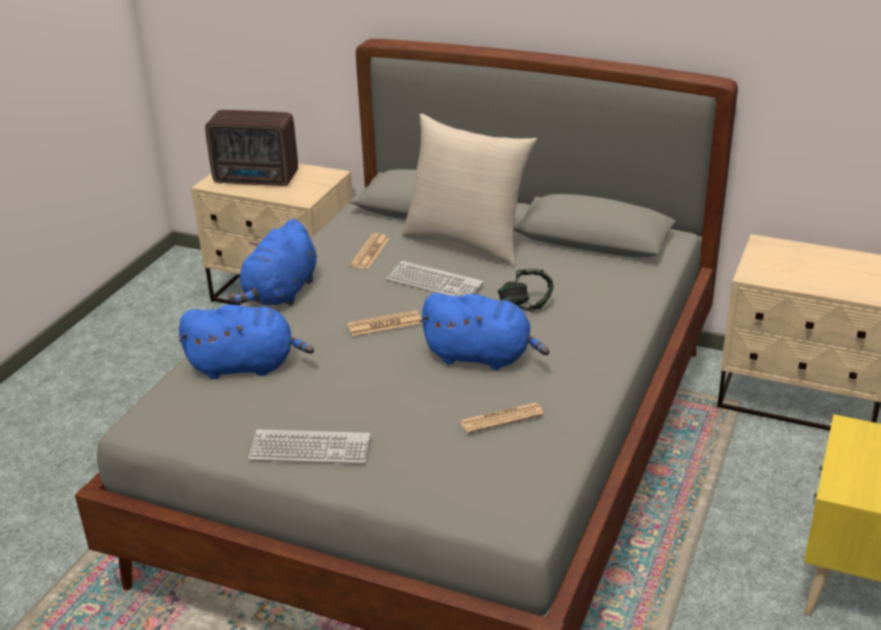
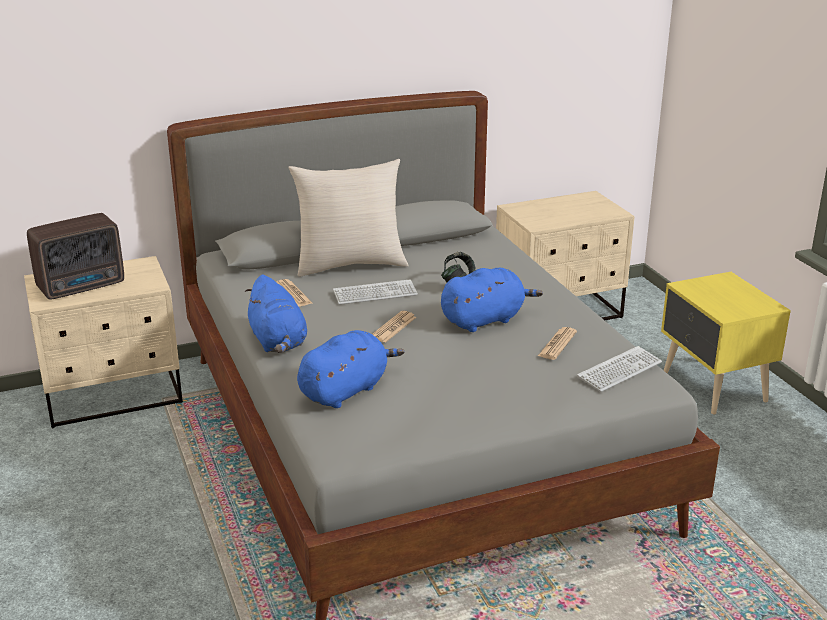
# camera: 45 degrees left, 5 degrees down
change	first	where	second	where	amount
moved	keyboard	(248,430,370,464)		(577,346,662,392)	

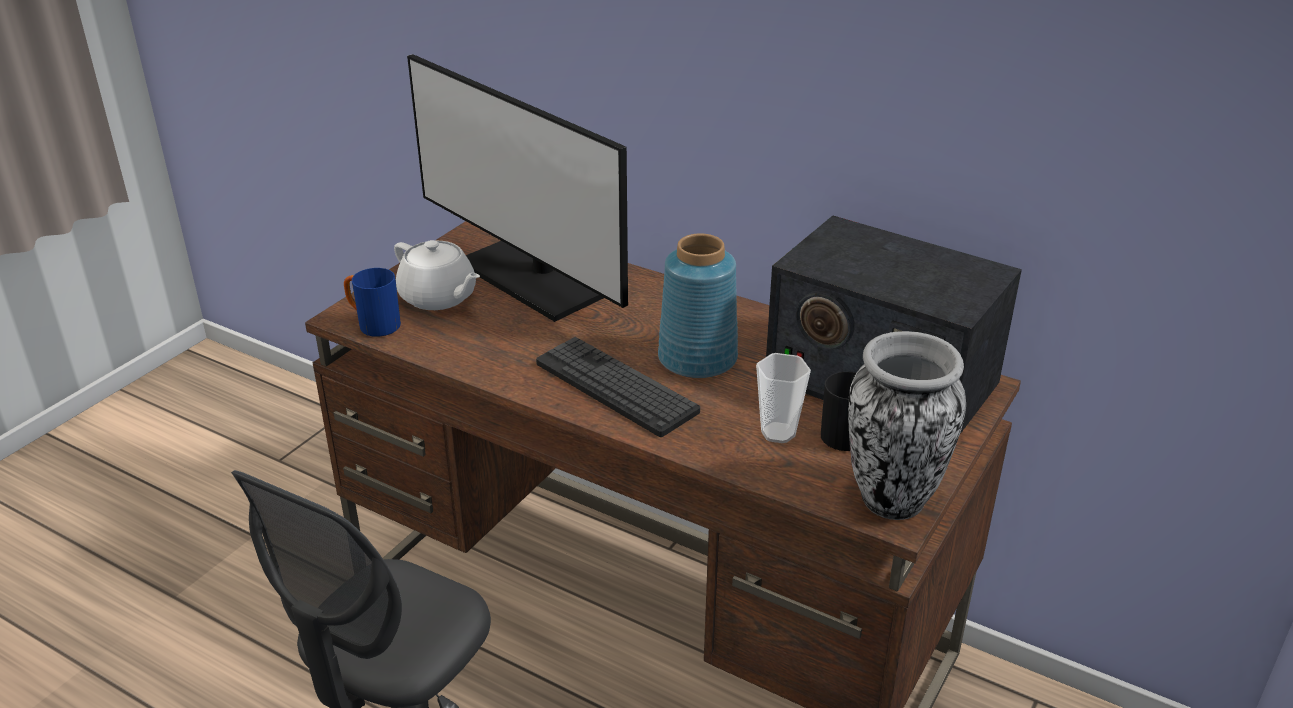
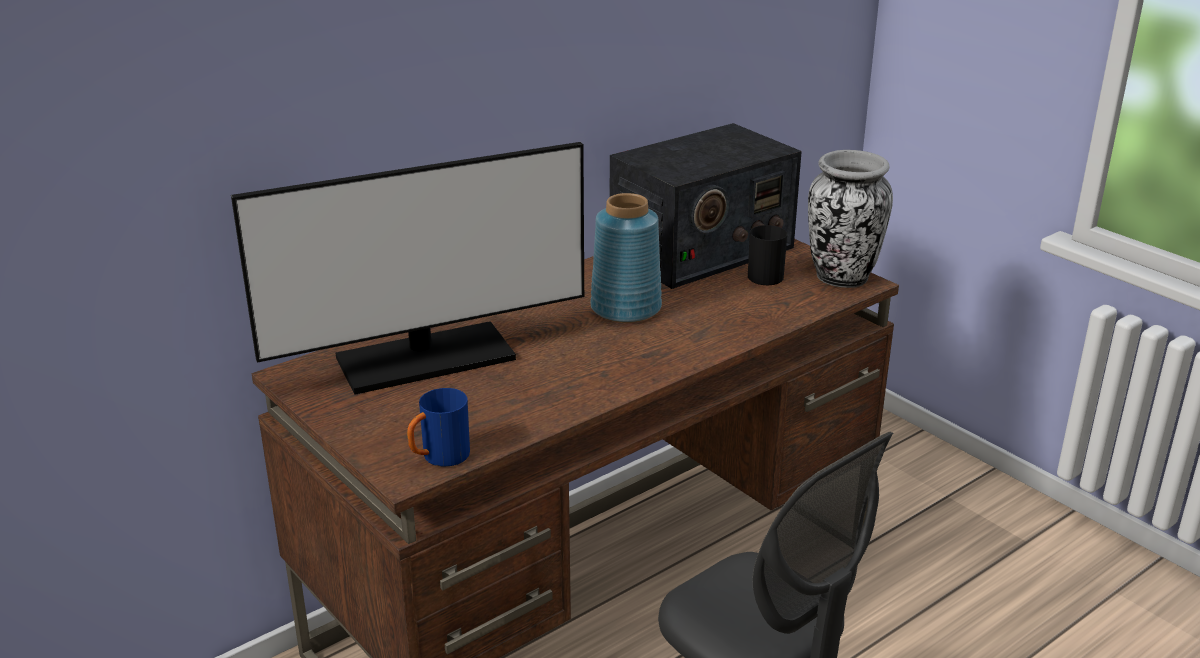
# camera: 70 degrees left, 5 degrees down
change	first	where	second	where	amount
removed	white pot for tea	(394,240,480,310)			
removed	keyboard	(536,337,700,437)			
removed	drinking cup	(756,353,811,443)			

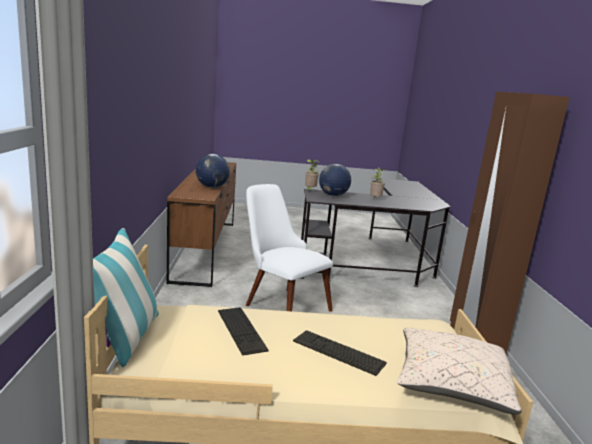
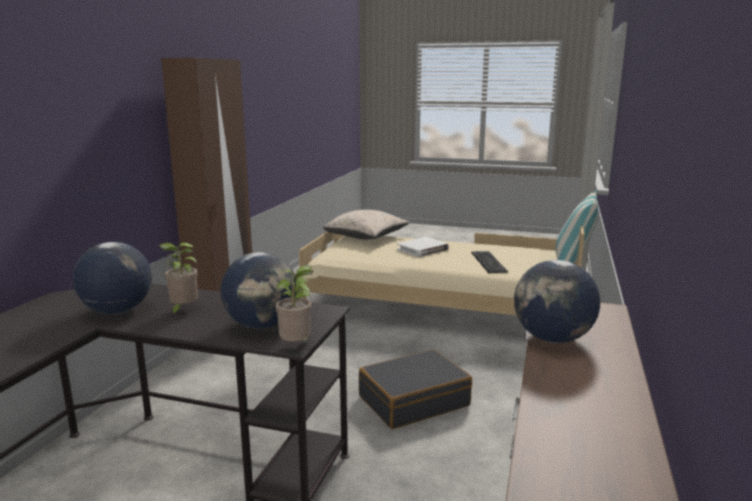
# camera: 160 degrees left, 0 degrees up
change	first	where	second	where	amount
added			desk globe	(73,242,152,314)	
replaced	white chair	(246,184,333,312)	blackish travel case	(359,349,472,429)	
replaced	keyboard	(293,330,387,376)	white book	(397,237,449,257)	

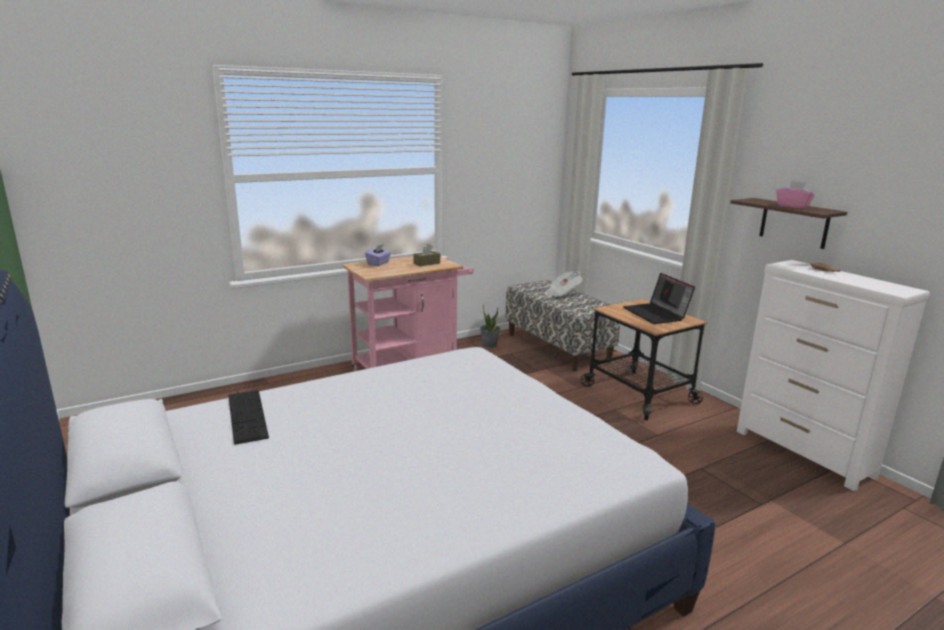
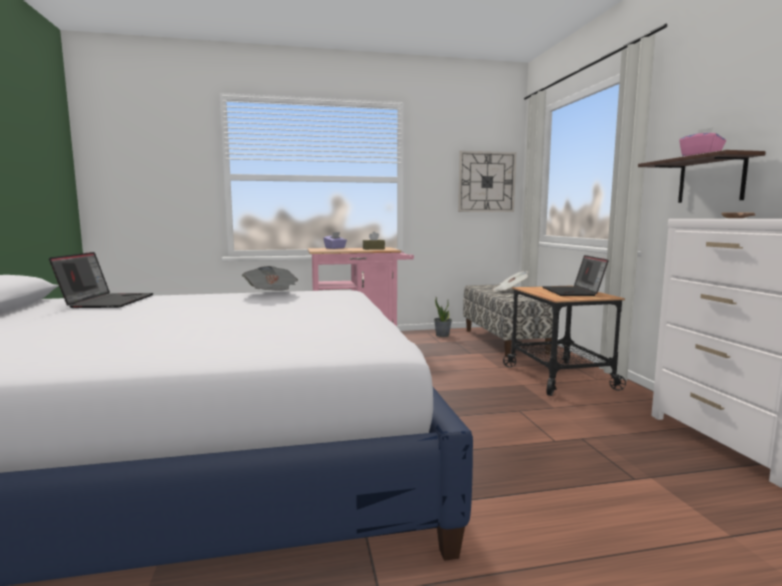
# camera: 20 degrees right, 10 degrees down
change	first	where	second	where	amount
replaced	keyboard	(228,390,269,445)	notebook computer	(49,252,153,308)	
added			printed paper	(242,266,298,291)	
added			wall clock	(458,151,516,212)	

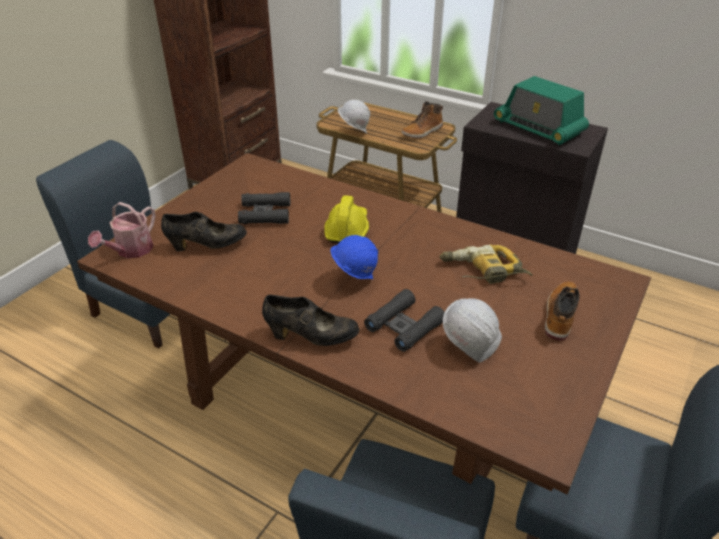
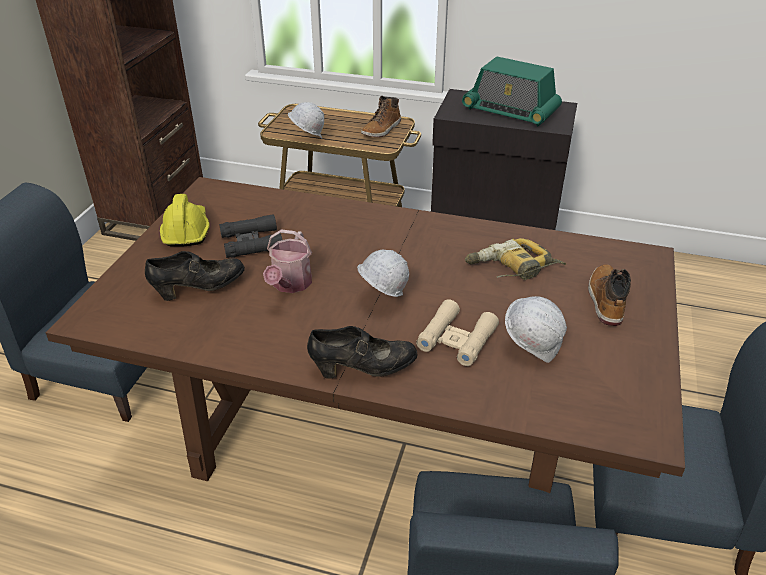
# camera: 15 degrees left, 0 degrees up
change	first	where	second	where	amount
moved	yellow work helmet	(324,196,369,243)		(160,194,210,247)	
moved	sprinkling can	(88,202,156,258)		(263,229,312,293)	
recoloured	blue work helmet	(330,235,378,279)	white work helmet	(357,250,409,297)	
recoloured	blackish pair of binoculars	(364,289,445,352)	sand-coloured pair of binoculars	(416,299,499,366)	

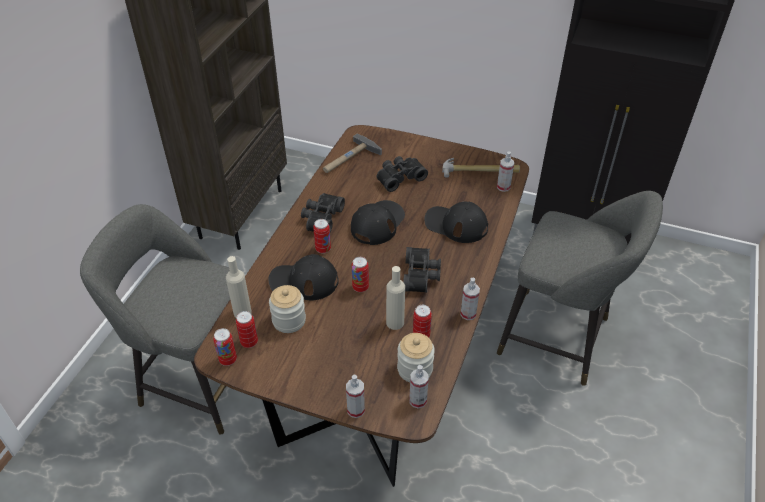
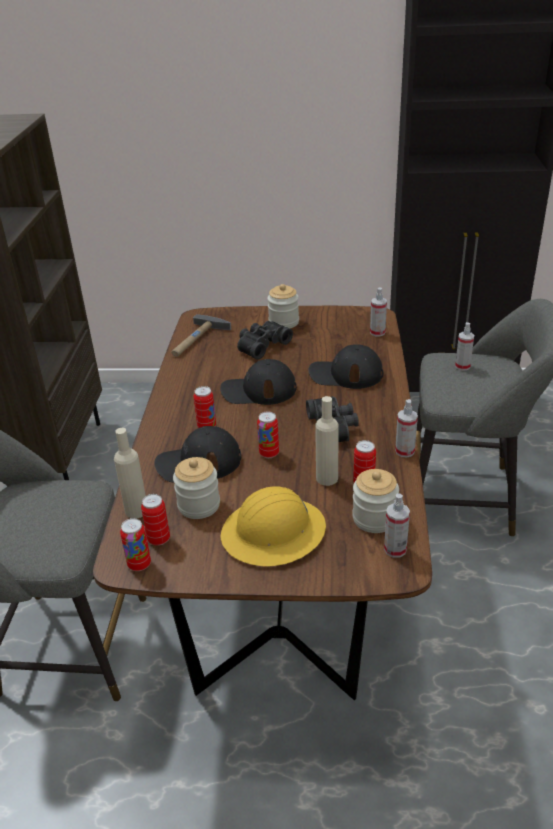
# camera: 15 degrees left, 10 degrees down
change	first	where	second	where	amount
turned	blackish cap	(351,200,405,245)		(220,359,297,405)	105 degrees counterclockwise
added			yellow work helmet	(220,486,326,567)	
added			jar	(267,284,299,328)	
moved	sprayer	(346,374,365,418)		(455,322,474,370)	
removed	blackish pair of binoculars	(301,193,345,233)			
removed	tool hammer	(442,158,520,178)			

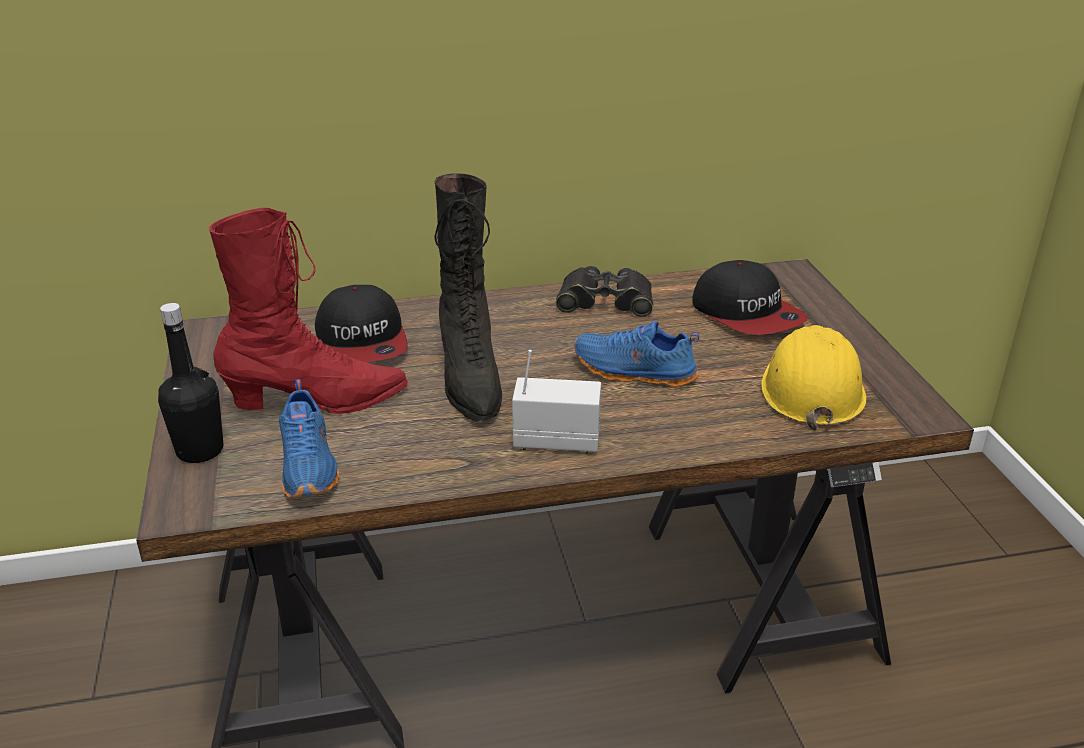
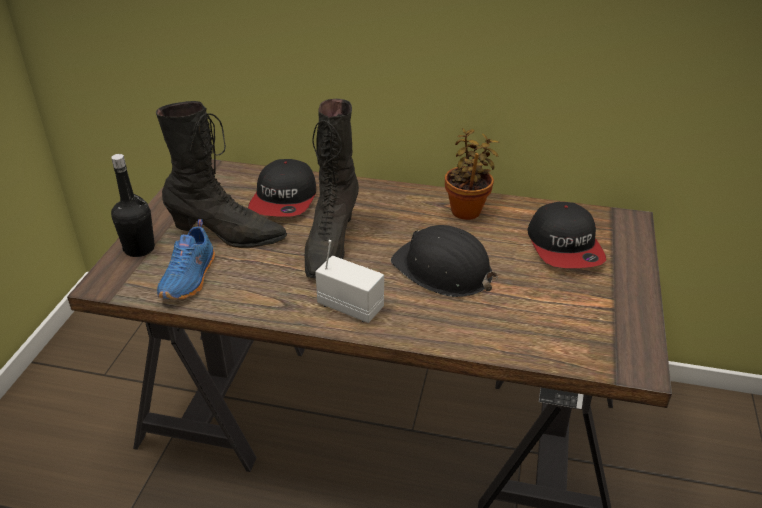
# camera: 25 degrees right, 5 degrees up
change	first	where	second	where	amount
recoloured	reddish tall boot	(209,208,408,414)	blackish tall boot	(156,101,287,248)	
replaced	blue item of footwear	(575,321,699,388)	blackish work helmet	(391,225,498,297)	
replaced	blackish pair of binoculars	(556,266,653,317)	plant in a pot	(445,128,499,220)	
removed	yellow work helmet	(761,325,866,430)			

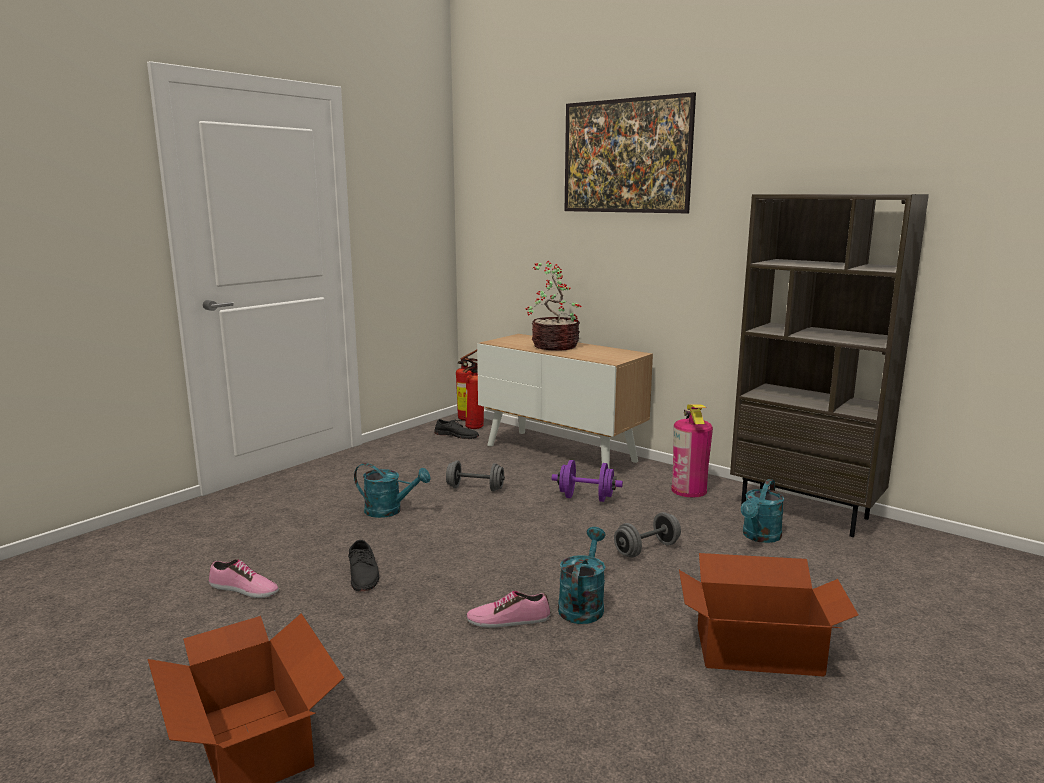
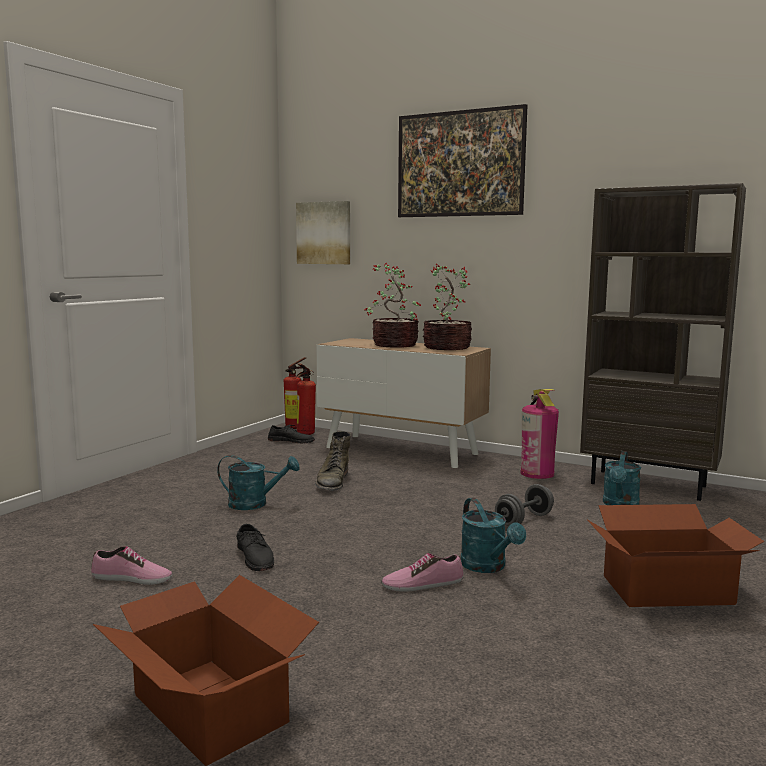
# camera: 10 degrees left, 5 degrees down
change	first	where	second	where	amount
added			picture	(296,201,350,264)	
replaced	greyish free weight	(446,460,505,491)	greenish tall boot	(315,431,351,491)	
added			plant in a pot	(422,263,472,350)	
turned	blue-green sprinkling can	(558,527,606,624)		(461,498,526,573)	150 degrees clockwise
removed	purplish free weight	(552,460,623,502)			

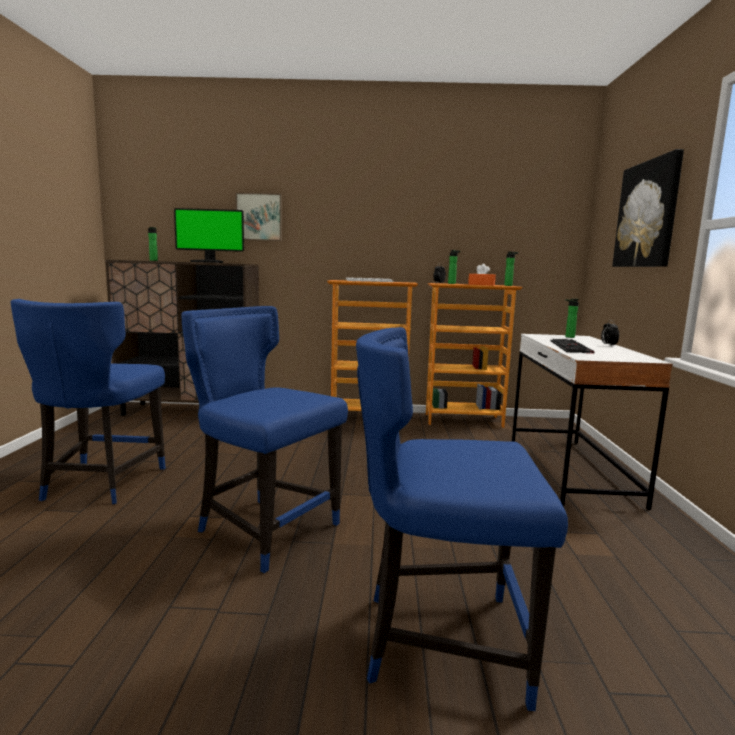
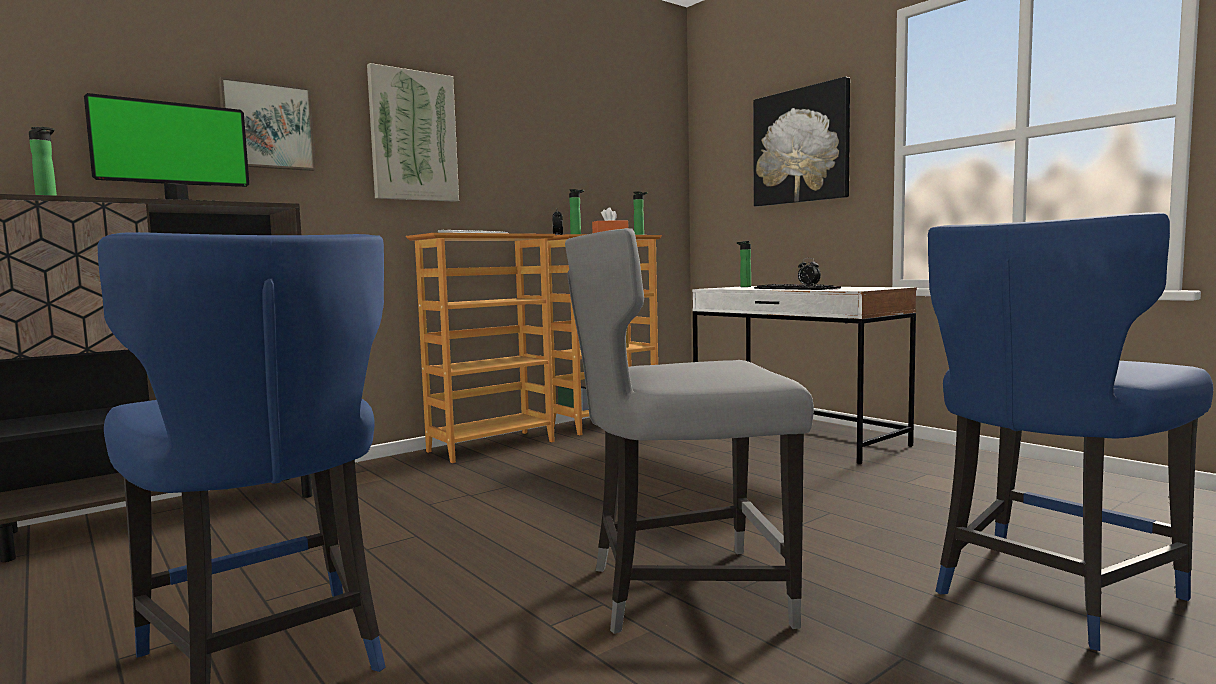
# camera: 40 degrees left, 5 degrees down
change	first	where	second	where	amount
added			picture	(367,63,459,202)	
recoloured	blue chair	(181,306,348,573)	greyish chair	(565,228,814,634)	

